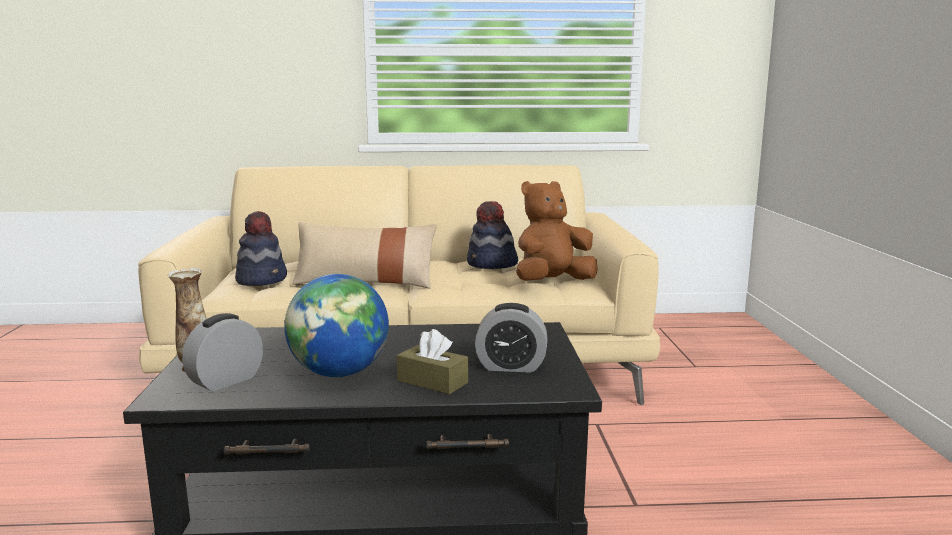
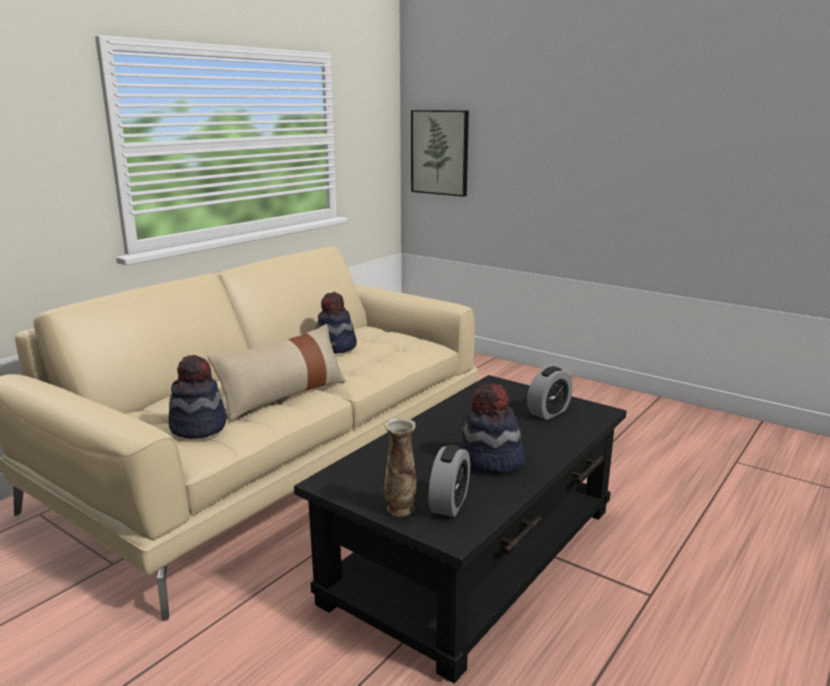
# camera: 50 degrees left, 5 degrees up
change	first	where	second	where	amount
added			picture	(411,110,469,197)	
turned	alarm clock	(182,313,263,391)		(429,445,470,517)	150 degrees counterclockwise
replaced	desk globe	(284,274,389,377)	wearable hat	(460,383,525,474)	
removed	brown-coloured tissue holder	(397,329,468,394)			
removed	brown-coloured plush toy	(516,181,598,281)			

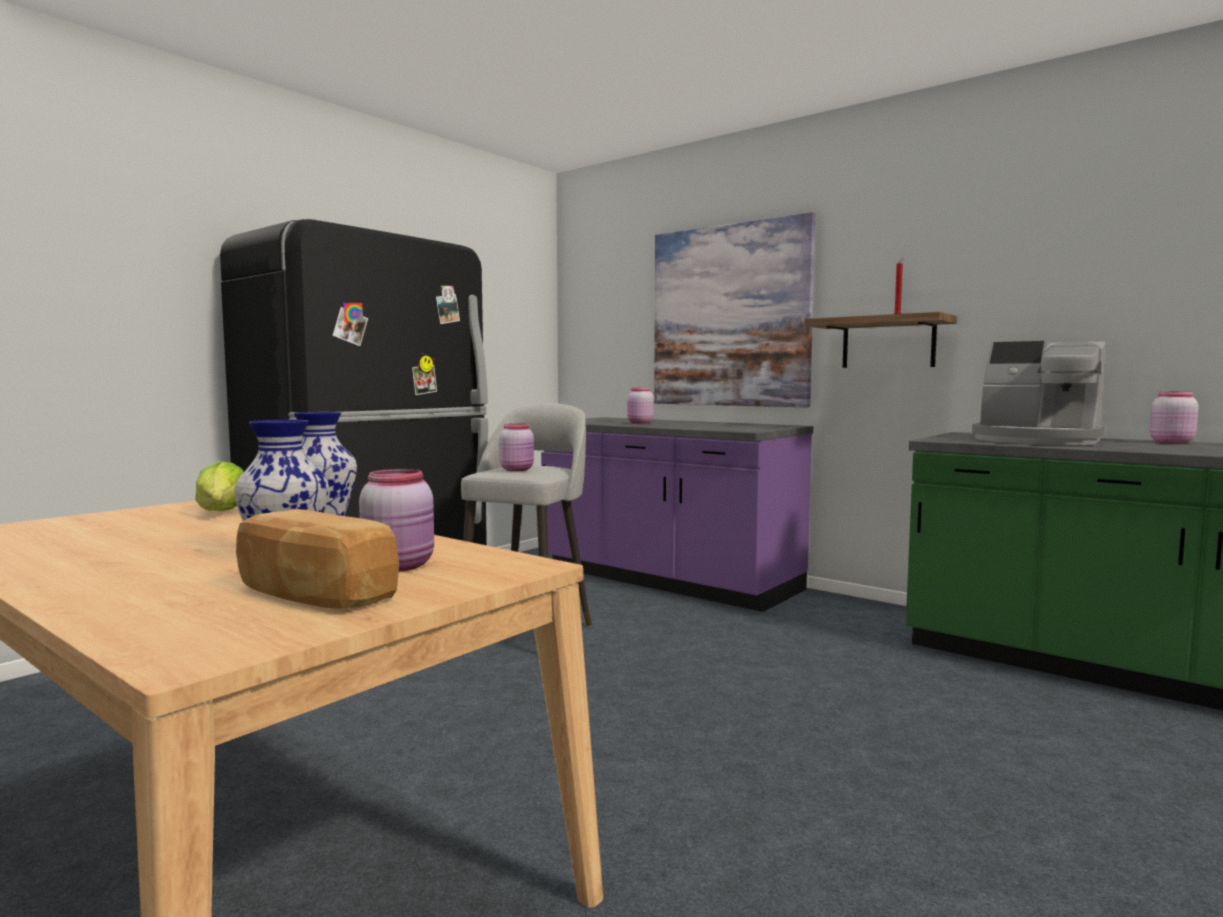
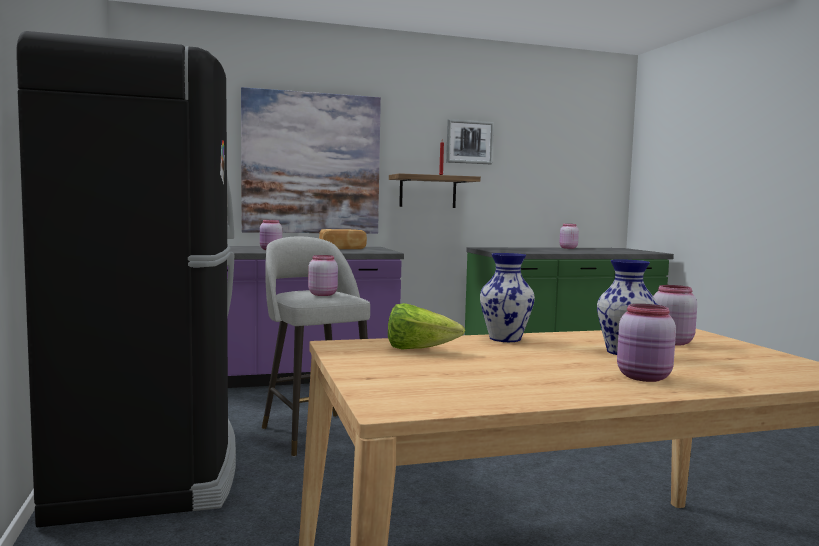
# camera: 55 degrees left, 0 degrees up
change	first	where	second	where	amount
moved	bread	(236,509,399,609)		(319,229,367,249)	
added			picture	(446,119,494,164)	
added			pinkish jar	(617,304,676,382)	
removed	coffee machine	(972,341,1106,445)			

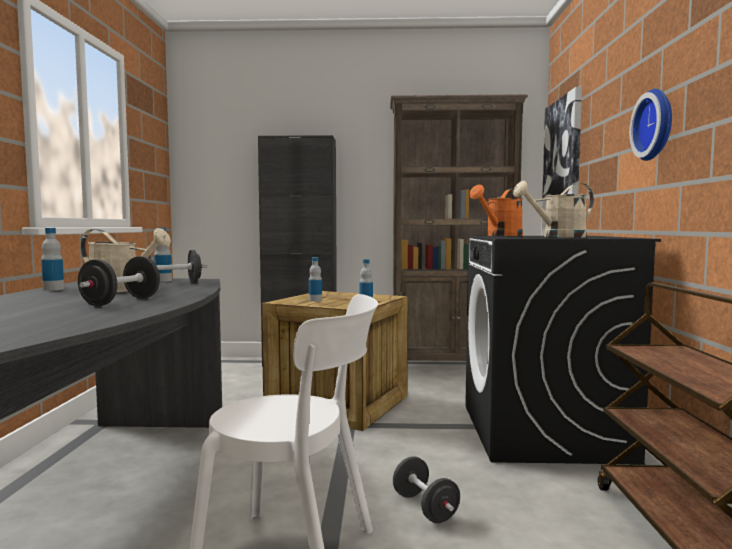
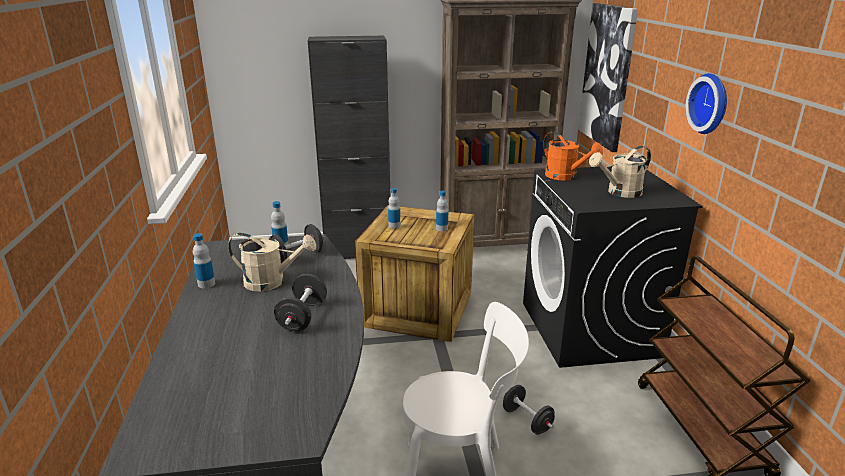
# camera: 10 degrees left, 20 degrees up
change	first	where	second	where	amount
turned	orange sprinkling can	(470,185,523,236)		(543,132,603,181)	75 degrees counterclockwise

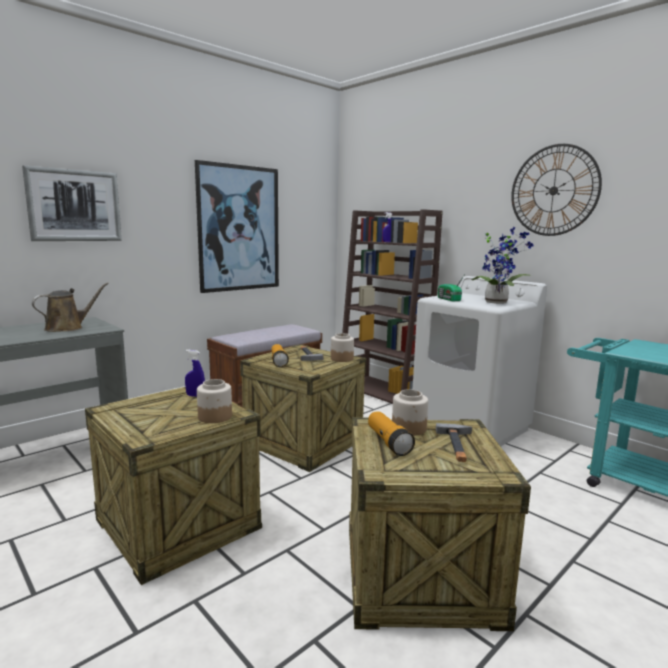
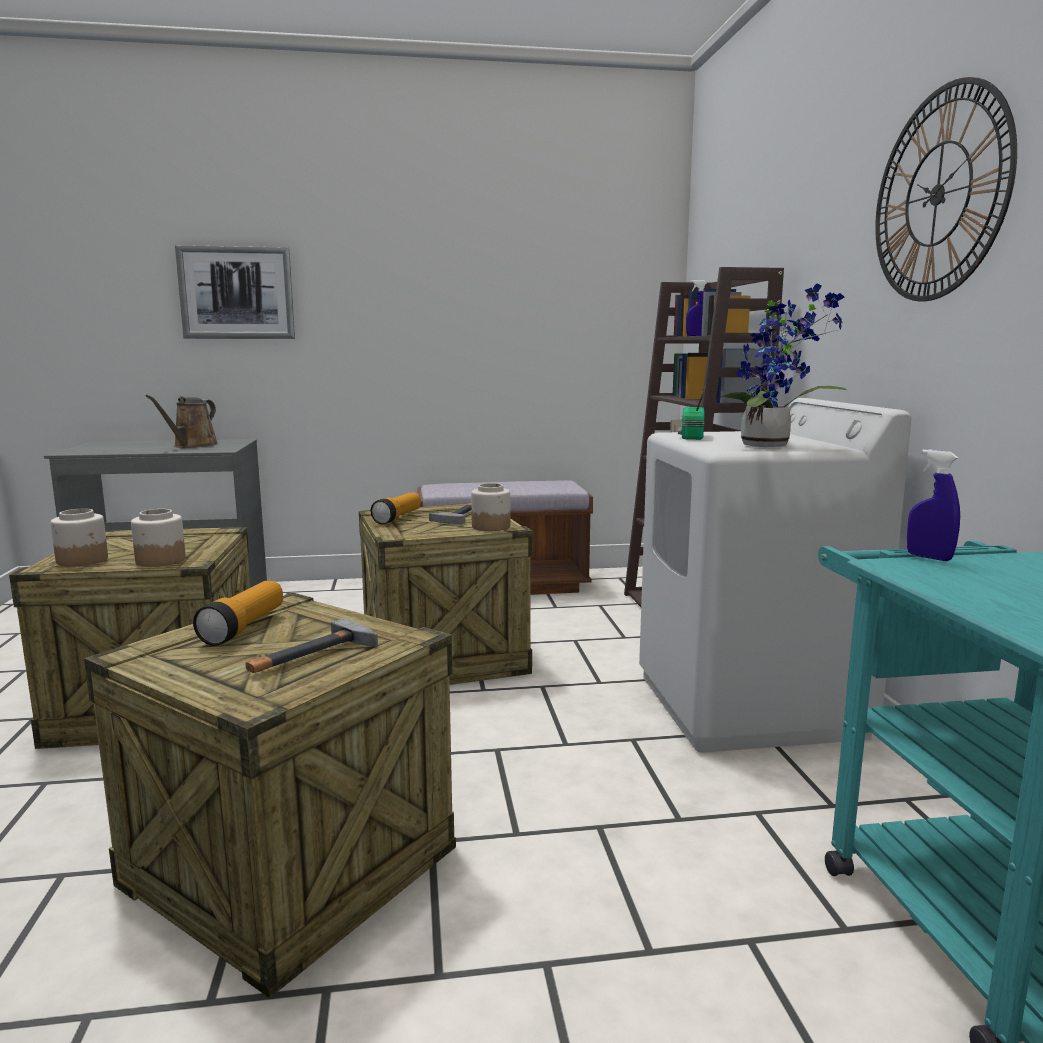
# camera: 35 degrees right, 0 degrees up
change	first	where	second	where	amount
moved	jar	(392,389,428,436)		(51,509,108,567)	
turned	brown-coloured sprinkling can	(32,282,109,332)		(146,395,219,448)	120 degrees clockwise
moved	blue sprayer	(185,350,205,397)		(907,449,960,561)	
removed	picture	(195,160,279,293)			

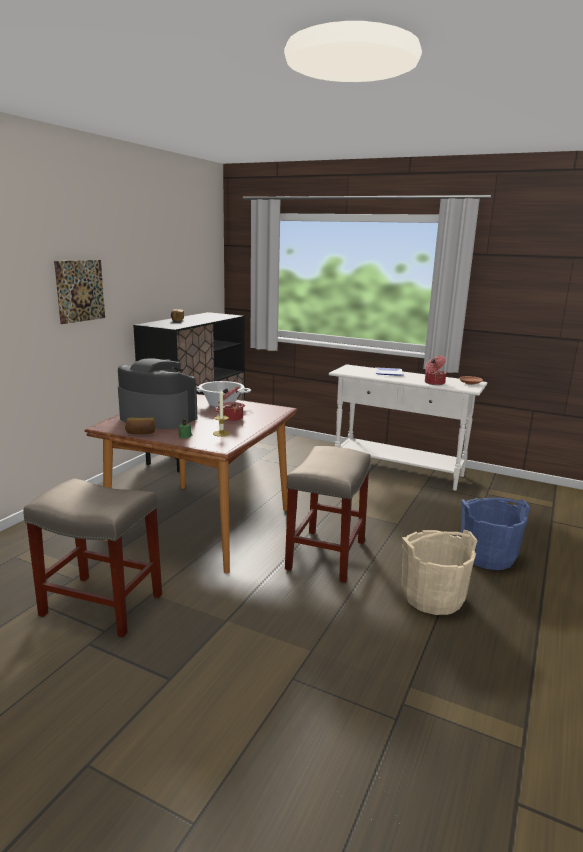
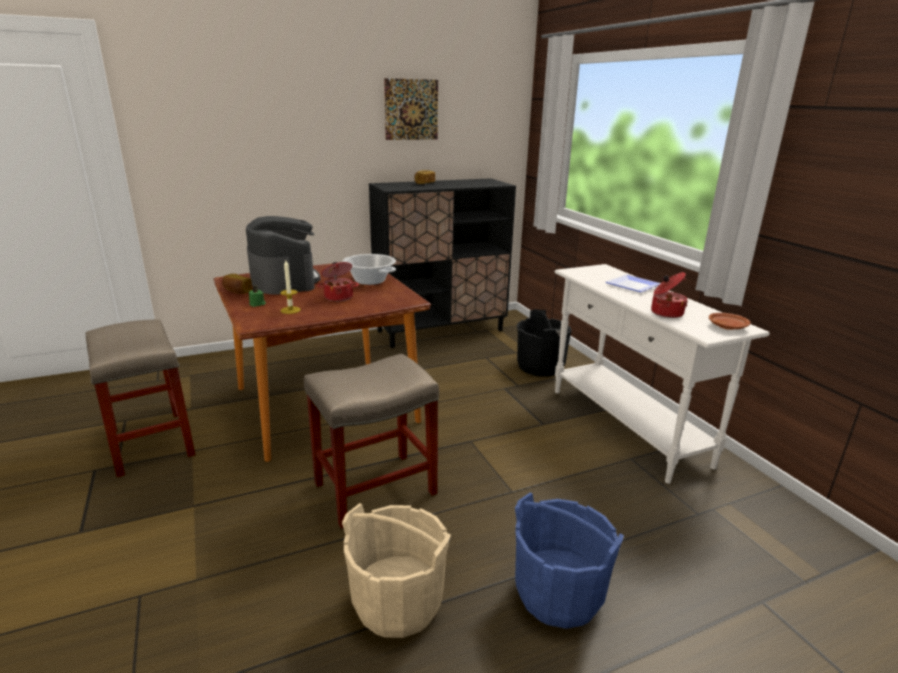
# camera: 40 degrees right, 5 degrees up
change	first	where	second	where	amount
moved	picture	(54,260,105,324)		(384,78,438,140)	
added			blackish water bucket	(517,309,571,377)	

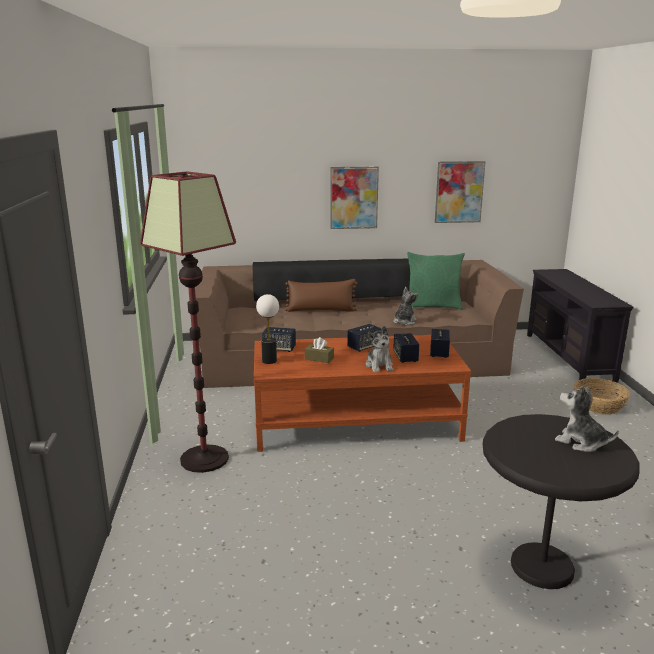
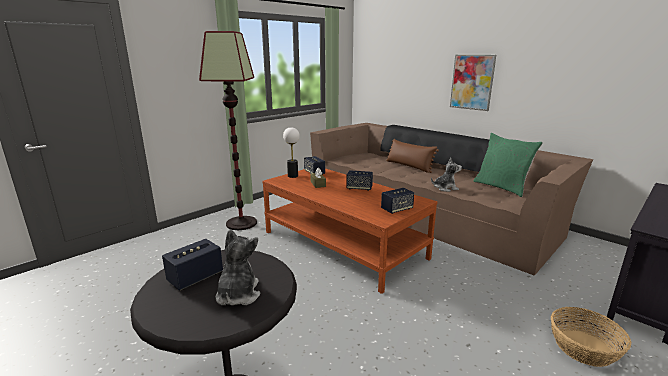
# camera: 50 degrees right, 0 degrees up
change	first	where	second	where	amount
moved	loudspeaker	(393,333,419,363)		(162,239,223,291)	
removed	plush toy	(366,326,393,372)			
removed	picture	(435,161,486,223)			

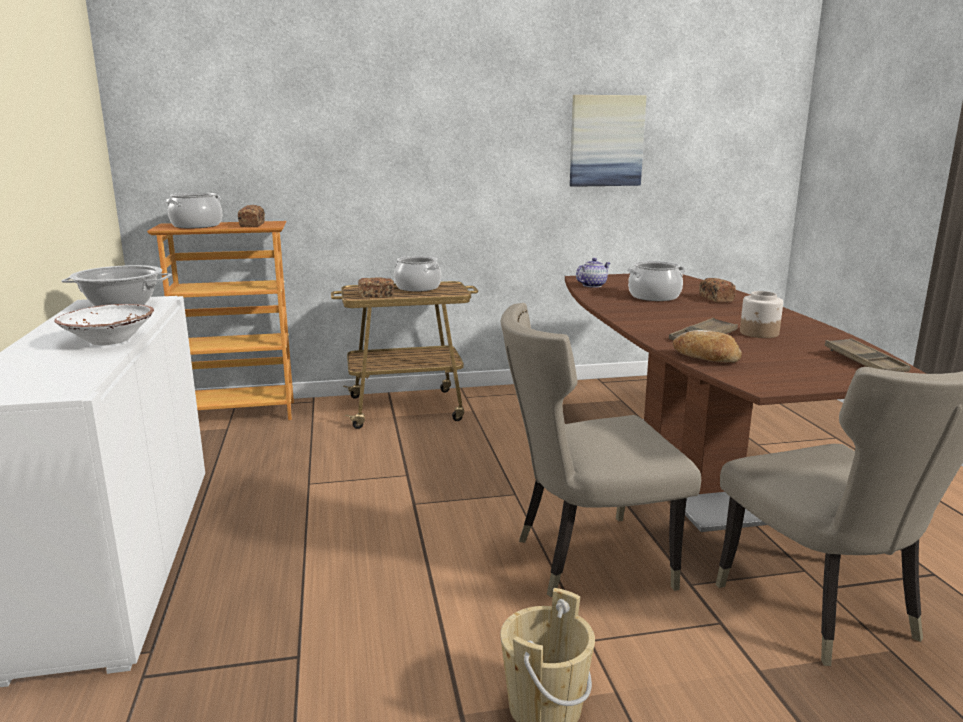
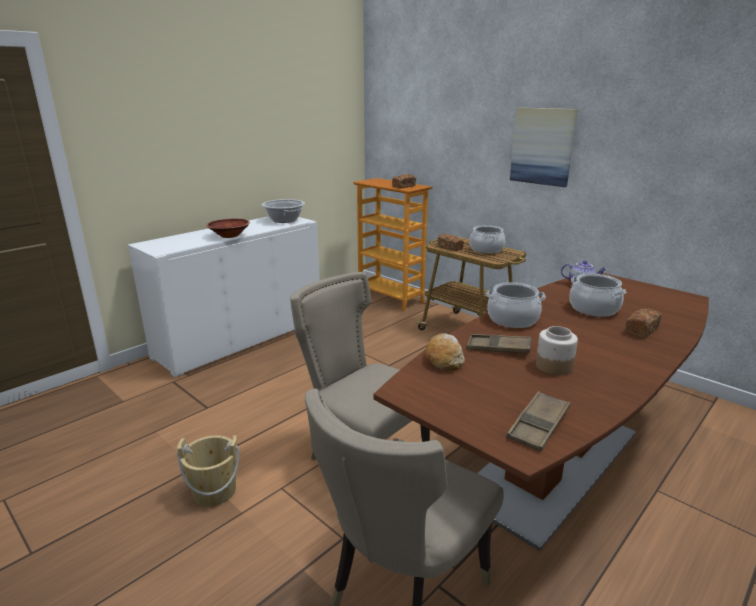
# camera: 55 degrees right, 5 degrees up
change	first	where	second	where	amount
recoloured	white bowl	(54,304,154,346)	brown-coloured bowl	(206,218,250,238)	
moved	saucepot	(166,193,222,228)		(486,282,546,328)	
moved	picture	(570,95,647,187)		(510,107,578,187)	

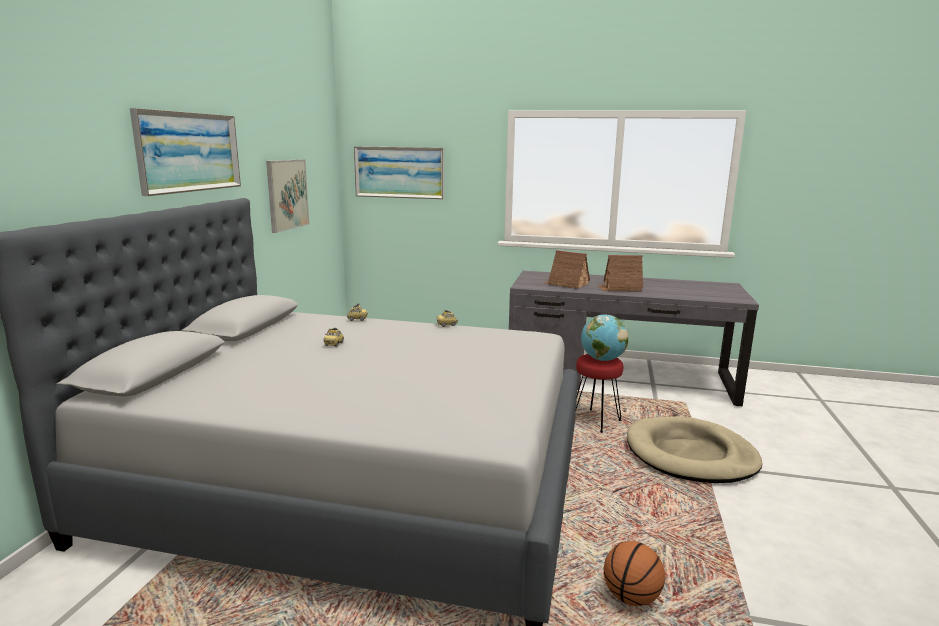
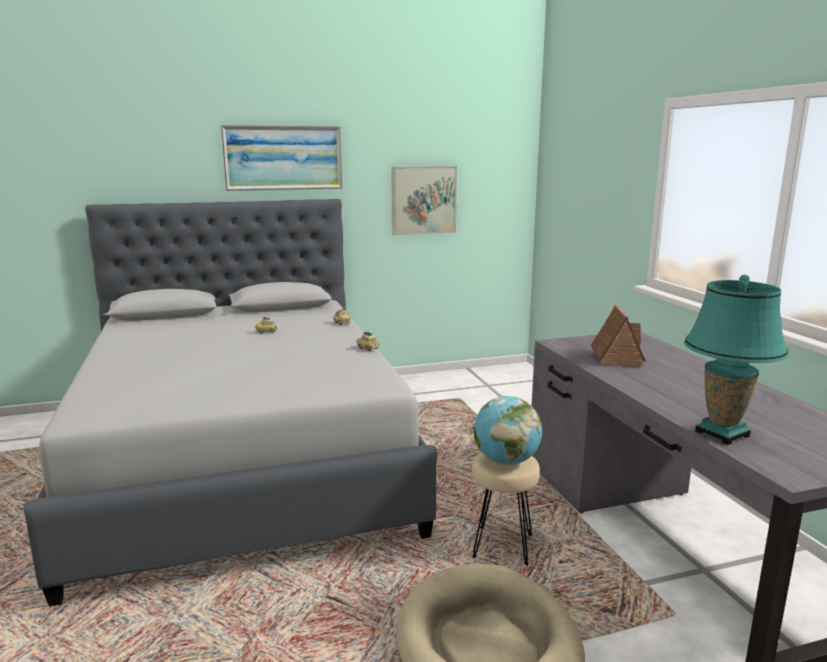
# camera: 60 degrees right, 0 degrees up
change	first	where	second	where	amount
recoloured	reddish stool seat	(576,354,623,433)	sand-coloured stool seat	(472,452,540,565)	
added			blue-green table lamp	(684,275,789,445)	
removed	picture	(354,146,444,199)			
removed	miniature house	(598,255,643,291)			
removed	ball for basketball	(604,541,665,606)			

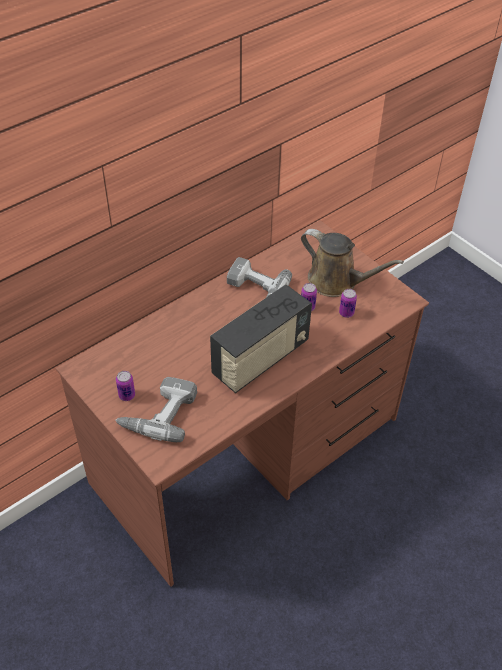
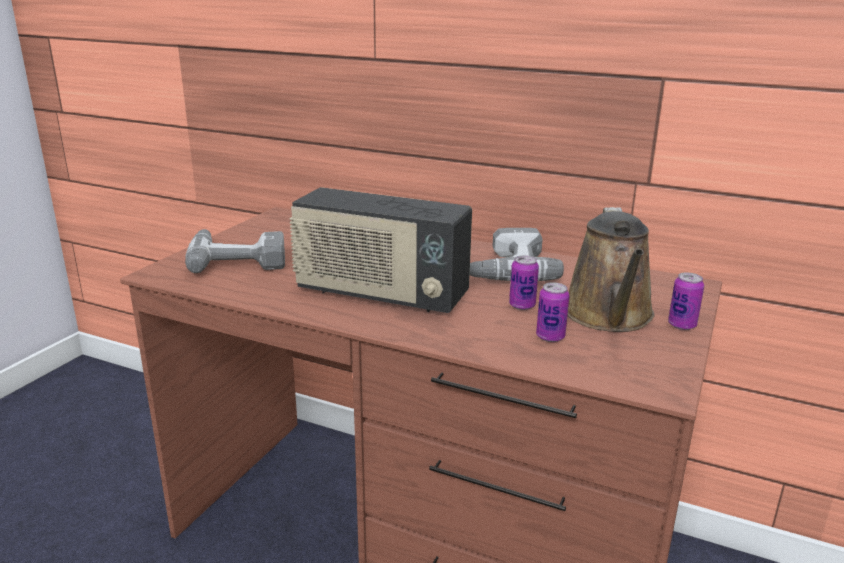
# camera: 65 degrees right, 25 degrees down
change	first	where	second	where	amount
moved	metal can	(116,371,135,401)		(668,273,704,330)	

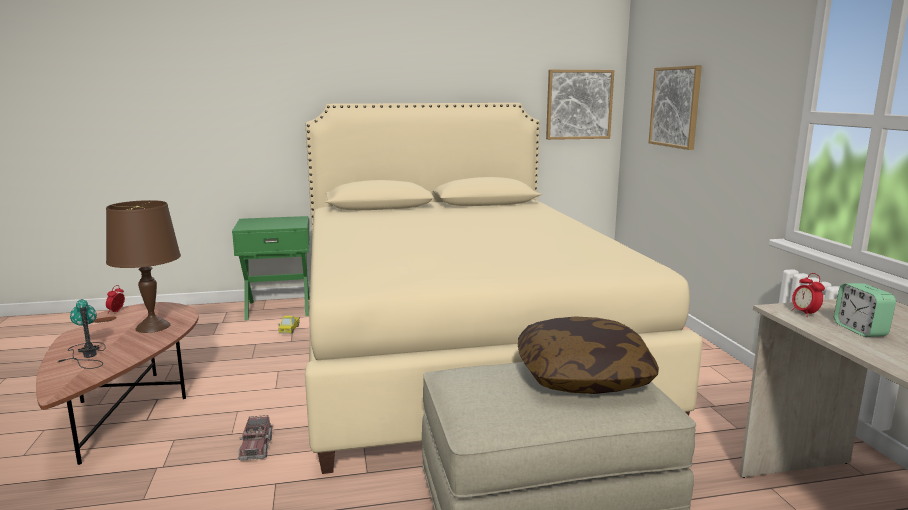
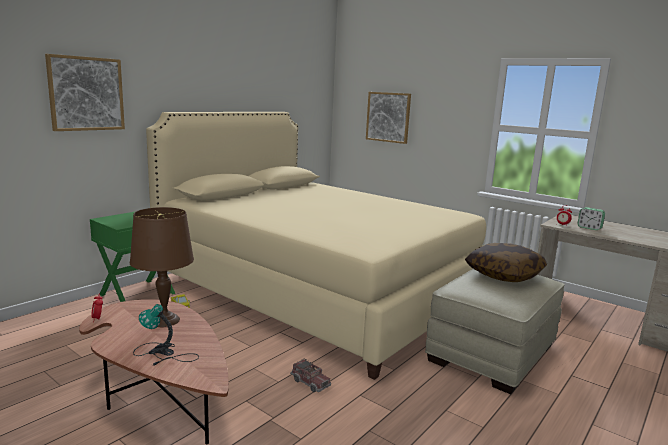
# camera: 40 degrees left, 0 degrees up
change	first	where	second	where	amount
moved	picture	(546,70,614,140)		(45,54,125,131)	

